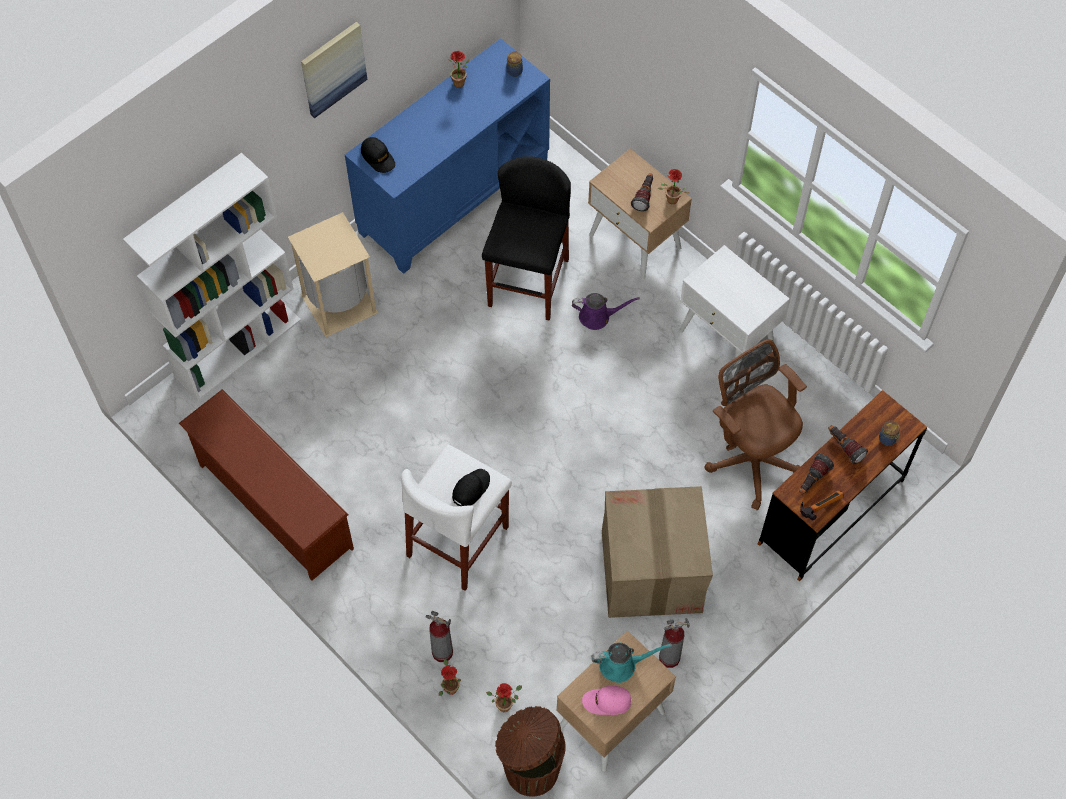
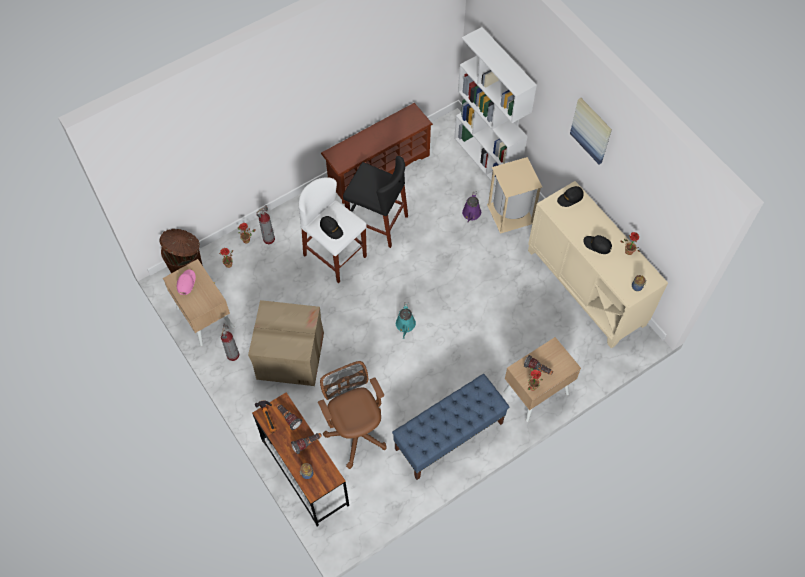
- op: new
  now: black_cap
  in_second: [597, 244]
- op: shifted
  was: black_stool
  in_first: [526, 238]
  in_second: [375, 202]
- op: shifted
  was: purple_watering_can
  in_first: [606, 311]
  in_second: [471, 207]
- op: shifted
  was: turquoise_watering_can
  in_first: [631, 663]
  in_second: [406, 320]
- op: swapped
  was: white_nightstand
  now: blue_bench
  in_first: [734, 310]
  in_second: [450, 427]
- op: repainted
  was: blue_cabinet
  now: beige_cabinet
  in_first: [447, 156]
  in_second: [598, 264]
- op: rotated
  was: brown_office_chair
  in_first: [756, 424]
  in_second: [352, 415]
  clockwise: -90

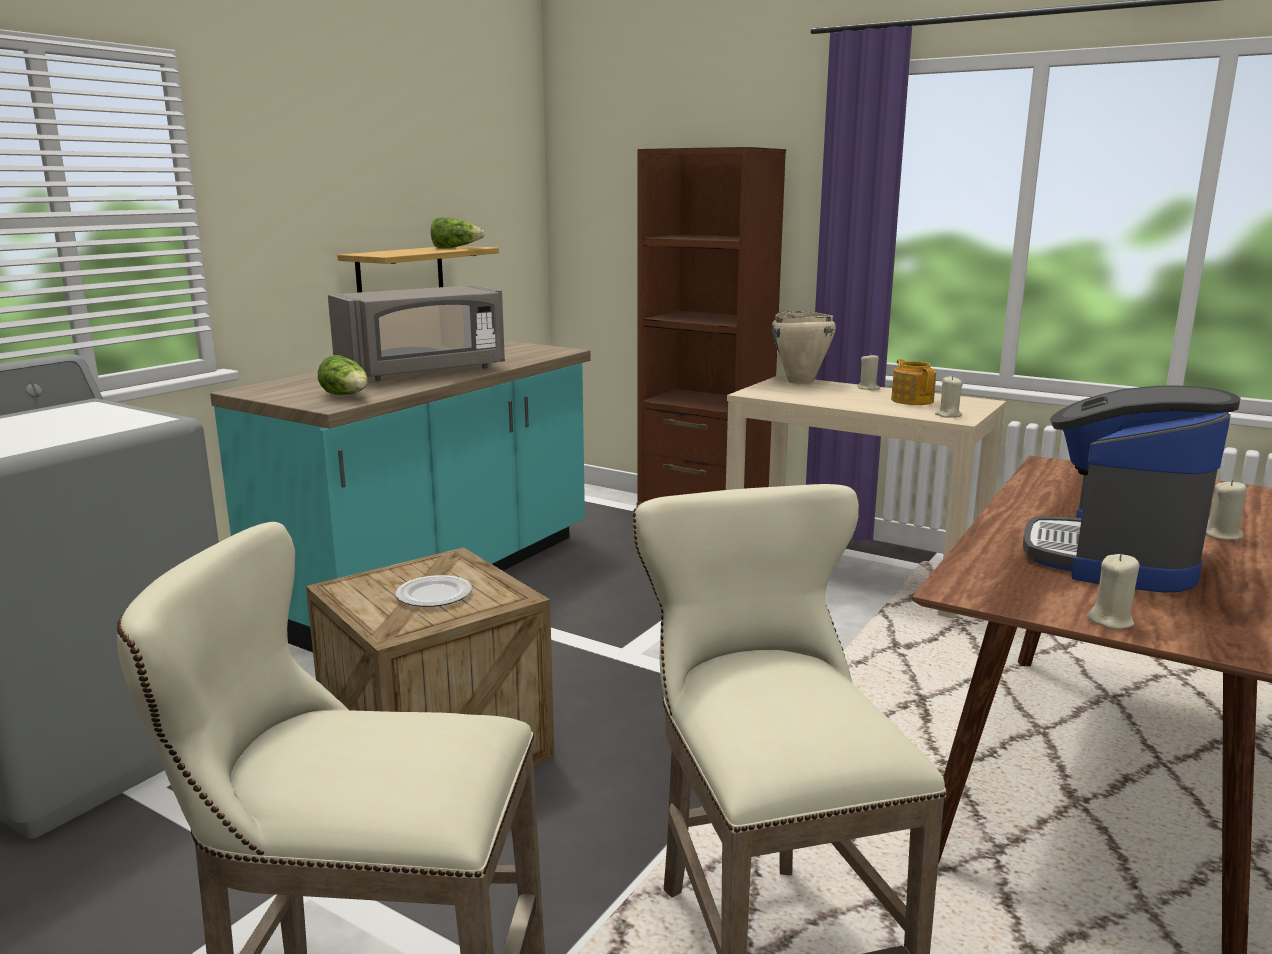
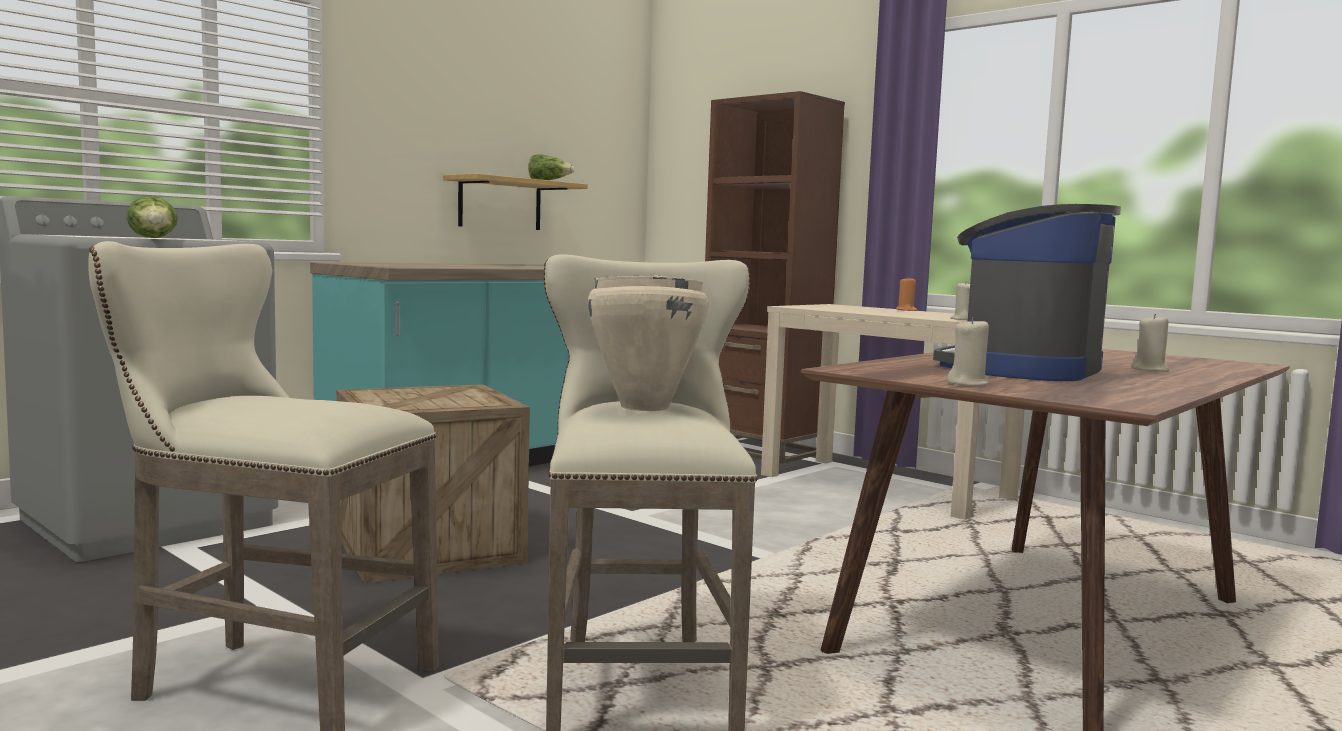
- op: gone
  was: grey_microwave
  in_first: [416, 333]
- op: gone
  was: plate
  in_first: [434, 591]
- op: gone
  was: teapot
  in_first: [913, 382]
- op: shifted
  was: lettuce
  in_first: [343, 375]
  in_second: [152, 217]
- op: shifted
  was: beige_cooking_pot
  in_first: [804, 347]
  in_second: [648, 343]
- op: repainted
  was: beige_candle
  now: orange_candle
  in_first: [868, 371]
  in_second: [906, 293]

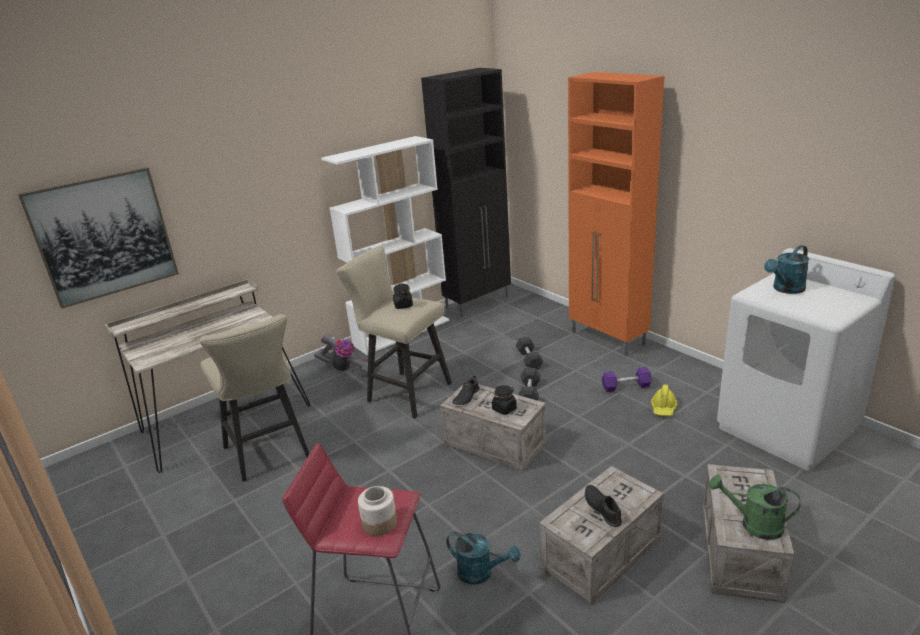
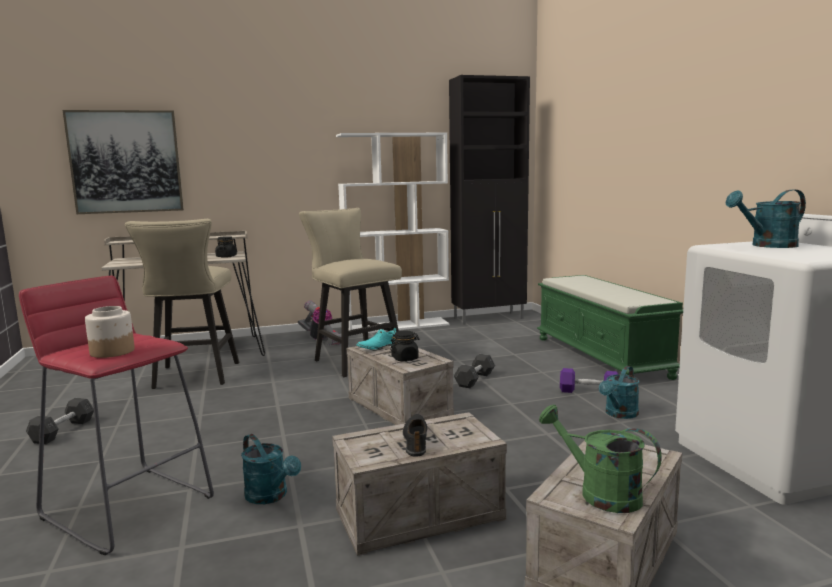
- op: shifted
  was: black_jar
  in_first: [403, 296]
  in_second: [226, 247]
- op: shifted
  was: grey_dumbbell
  in_first: [529, 353]
  in_second: [60, 421]
- op: swapped
  was: orange_cabinet
  now: green_bench
  in_first: [616, 214]
  in_second: [610, 327]
- op: swapped
  was: yellow_hard_hat
  now: turquoise_watering_can
  in_first: [664, 400]
  in_second: [619, 392]
- op: repainted
  was: black_shoe
  now: turquoise_shoe
  in_first: [466, 390]
  in_second: [376, 338]

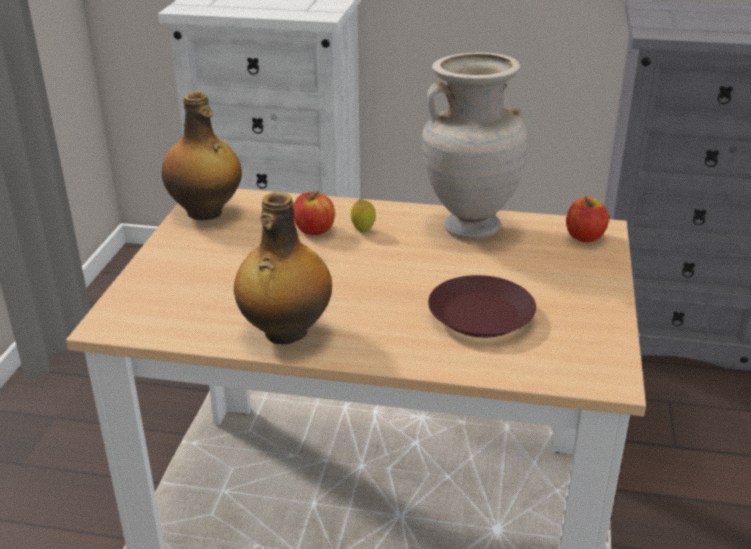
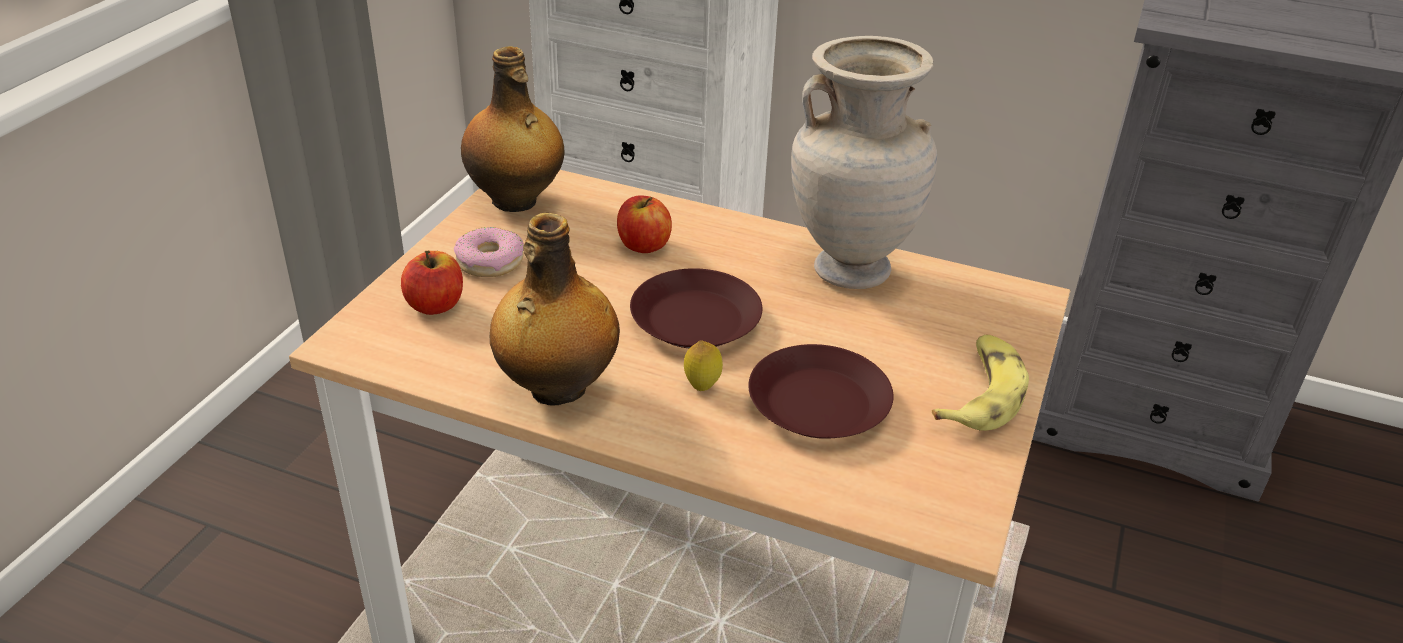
- op: new
  now: donut
  in_second: [489, 252]
- op: new
  now: brown_plate
  in_second: [696, 308]
- op: new
  now: banana
  in_second: [980, 383]
- op: shifted
  was: lemon
  in_first: [363, 216]
  in_second: [703, 365]
- op: shifted
  was: apple
  in_first: [587, 219]
  in_second: [432, 282]

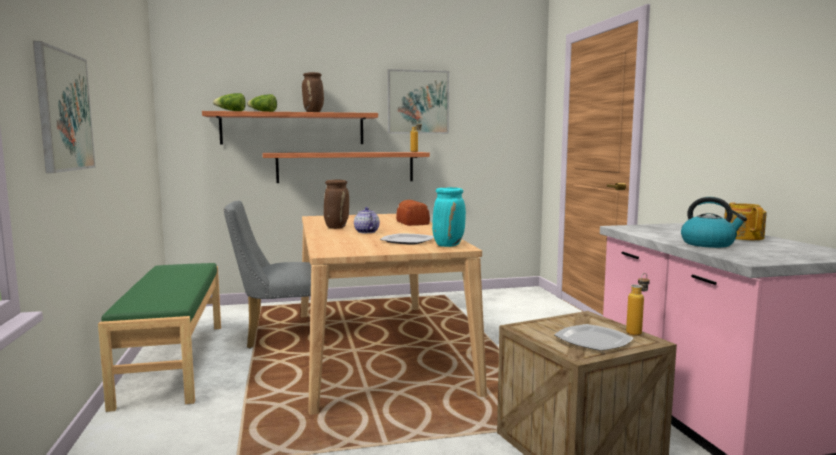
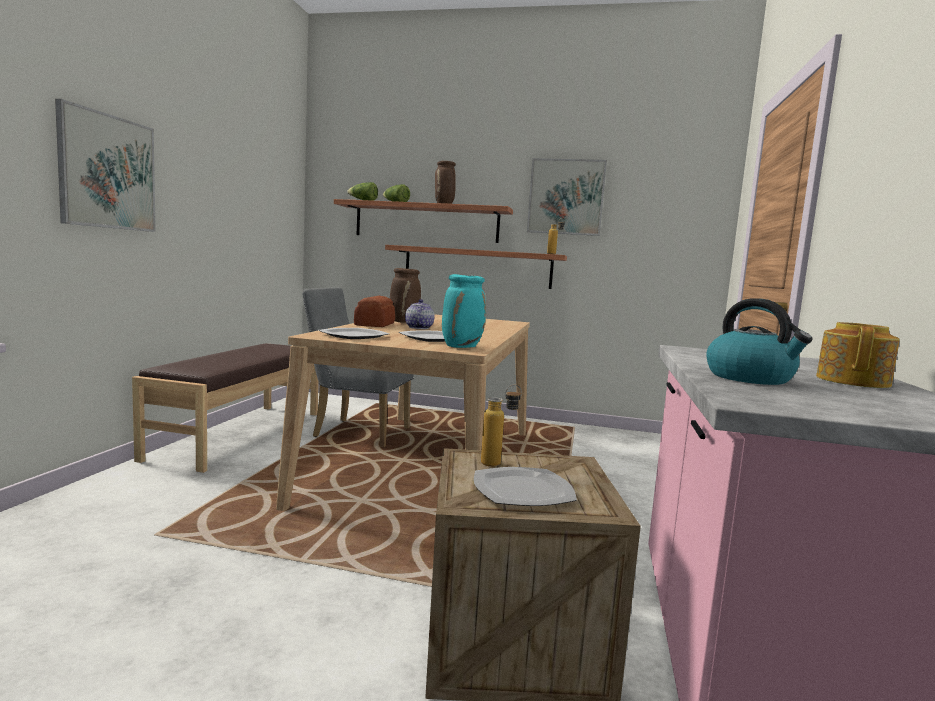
- op: new
  now: plate
  in_second: [353, 333]
- op: shifted
  was: bread
  in_first: [413, 213]
  in_second: [374, 311]
- op: shifted
  was: bottle
  in_first: [638, 304]
  in_second: [501, 426]
- op: repainted
  was: green_bench
  now: brown_bench
  in_first: [159, 337]
  in_second: [225, 408]

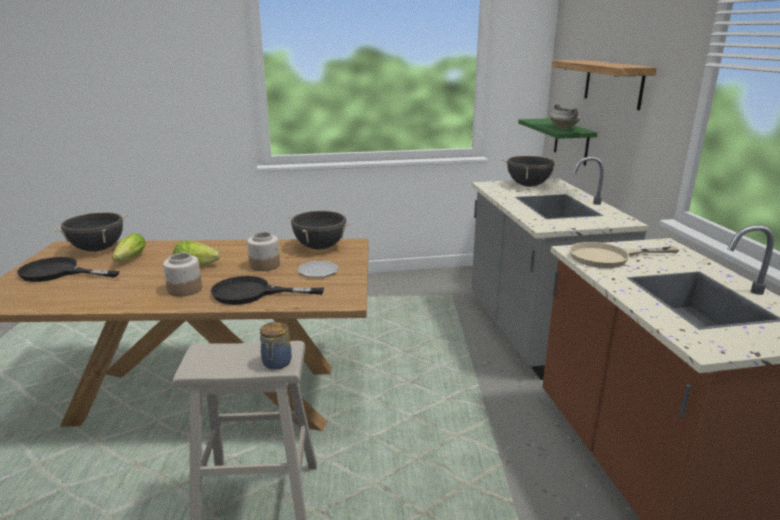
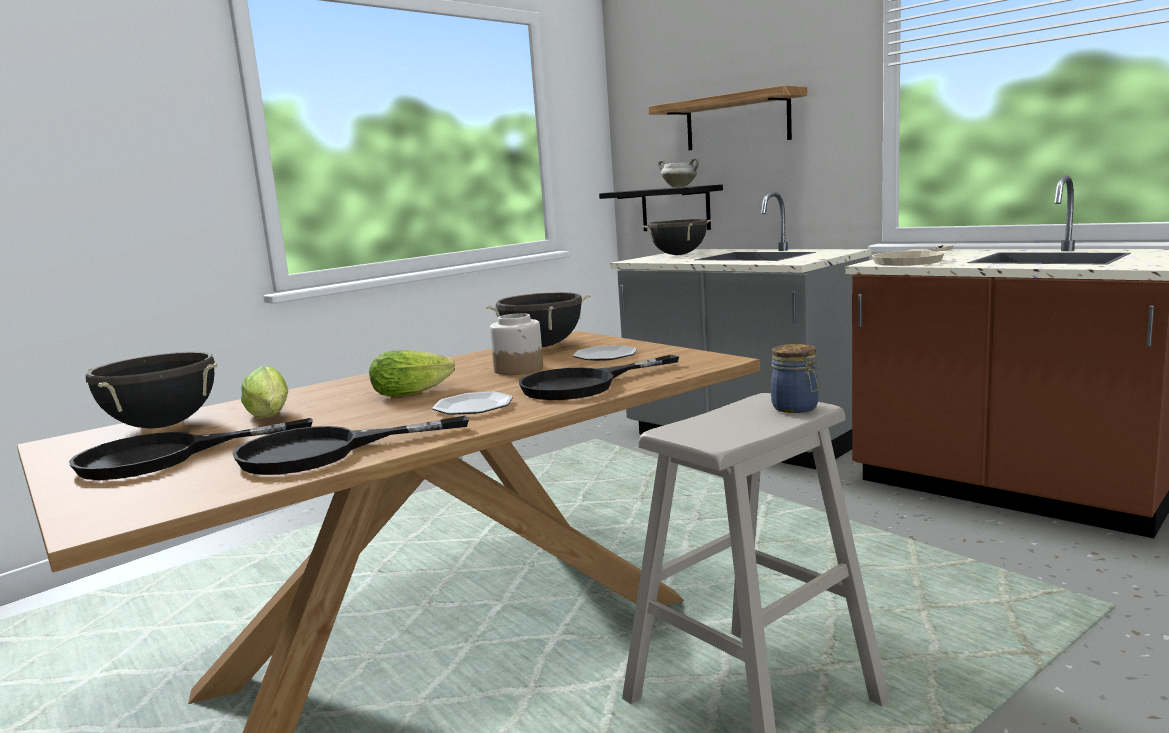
- op: new
  now: black_frying_pan
  in_second: [350, 445]
- op: swapped
  was: jar
  now: plate
  in_first: [182, 275]
  in_second: [472, 403]
- op: repainted
  was: green_shelf
  now: black_shelf
  in_first: [557, 142]
  in_second: [661, 208]

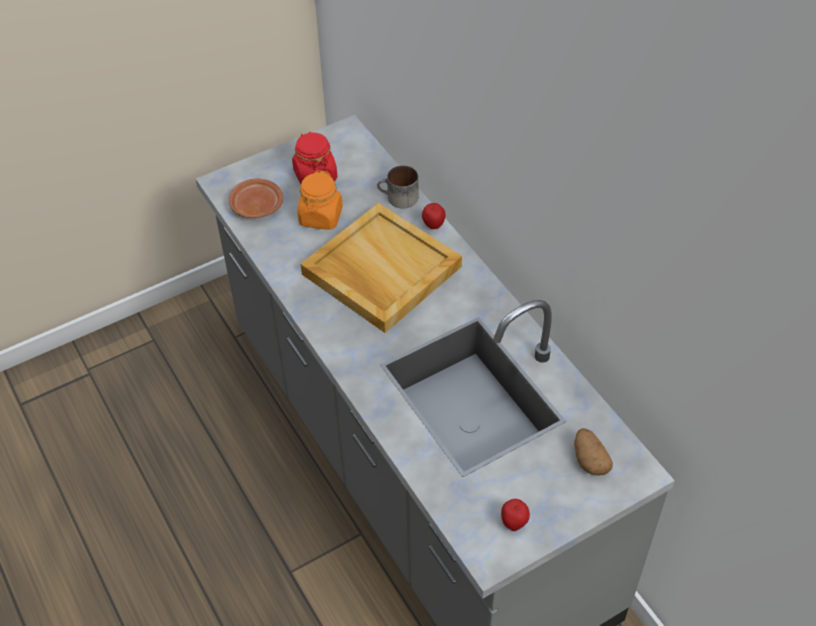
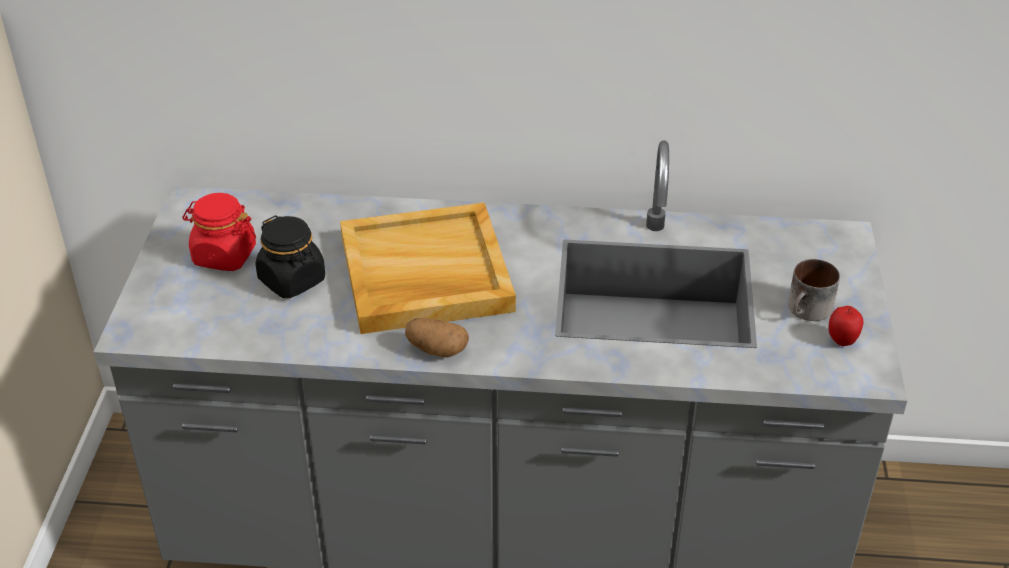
- op: gone
  was: brown_plate
  in_first: [256, 198]
- op: gone
  was: apple
  in_first: [434, 216]
- op: shifted
  was: mug
  in_first: [397, 187]
  in_second: [814, 290]
- op: shifted
  was: potato
  in_first: [593, 452]
  in_second: [437, 337]
- op: repainted
  was: orange_jar
  now: black_jar
  in_first: [320, 200]
  in_second: [290, 256]

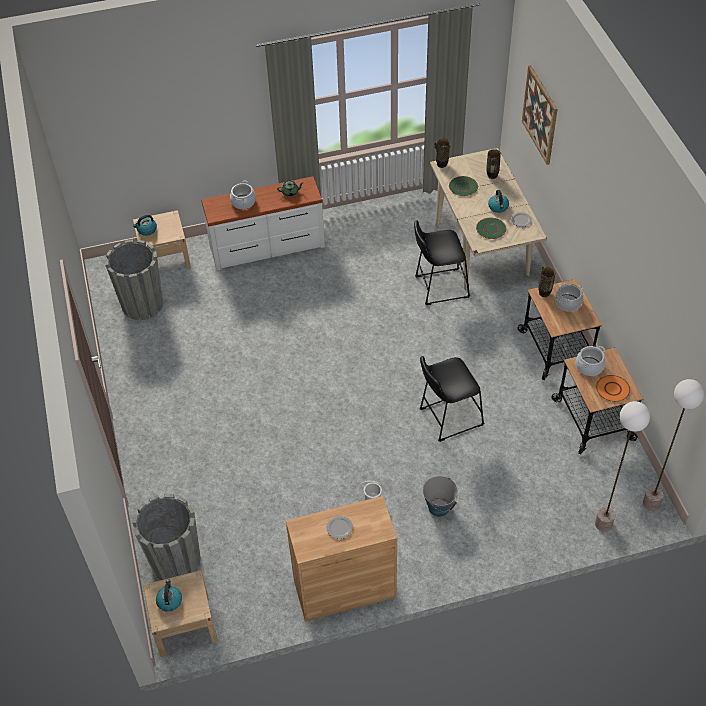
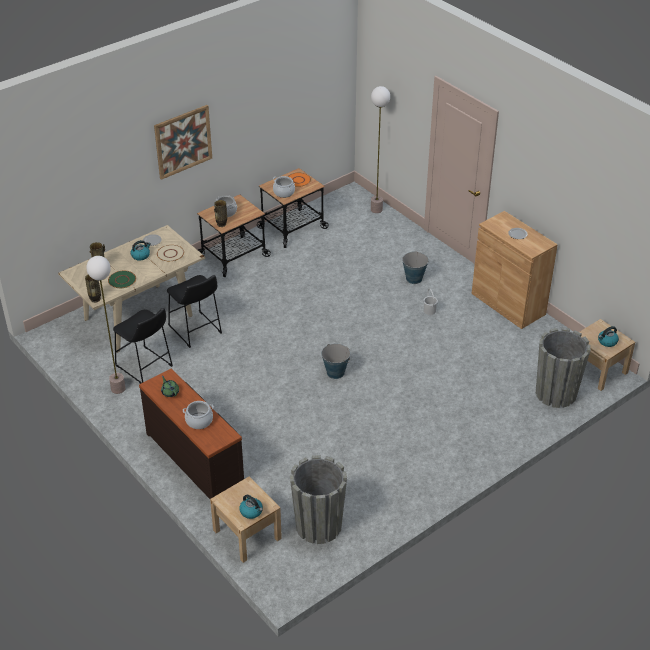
- op: new
  now: bucket
  in_second: [335, 361]
- op: shifted
  was: black_stool
  in_first: [452, 399]
  in_second: [143, 346]
- op: shifted
  was: picture
  in_first: [539, 115]
  in_second: [183, 142]
- op: shifted
  was: floor_lamp
  in_first: [673, 445]
  in_second: [106, 325]
- op: repainted
  was: white_dresser
  now: brown_dresser
  in_first: [263, 223]
  in_second: [191, 434]
- op: repainted
  was: green_plate
  now: beige_plate
  in_first: [491, 228]
  in_second: [170, 253]

